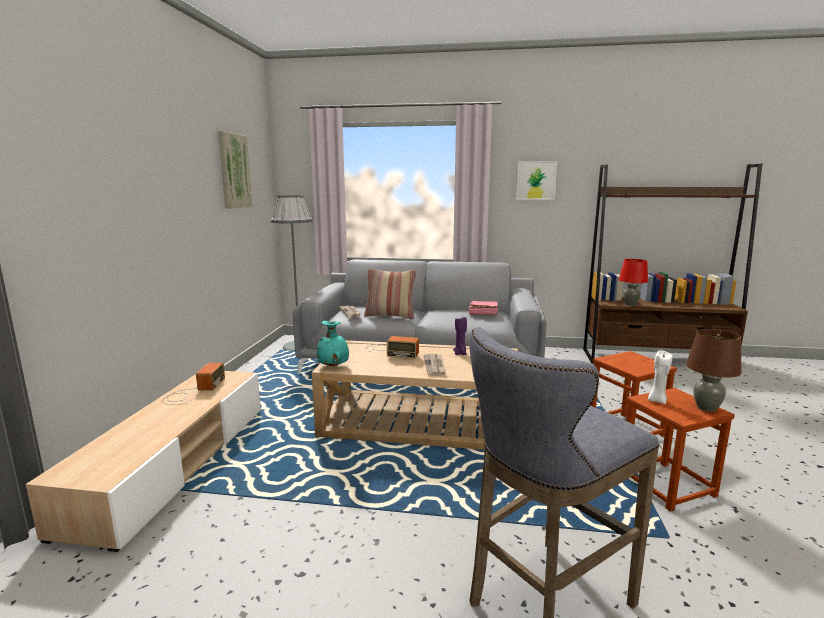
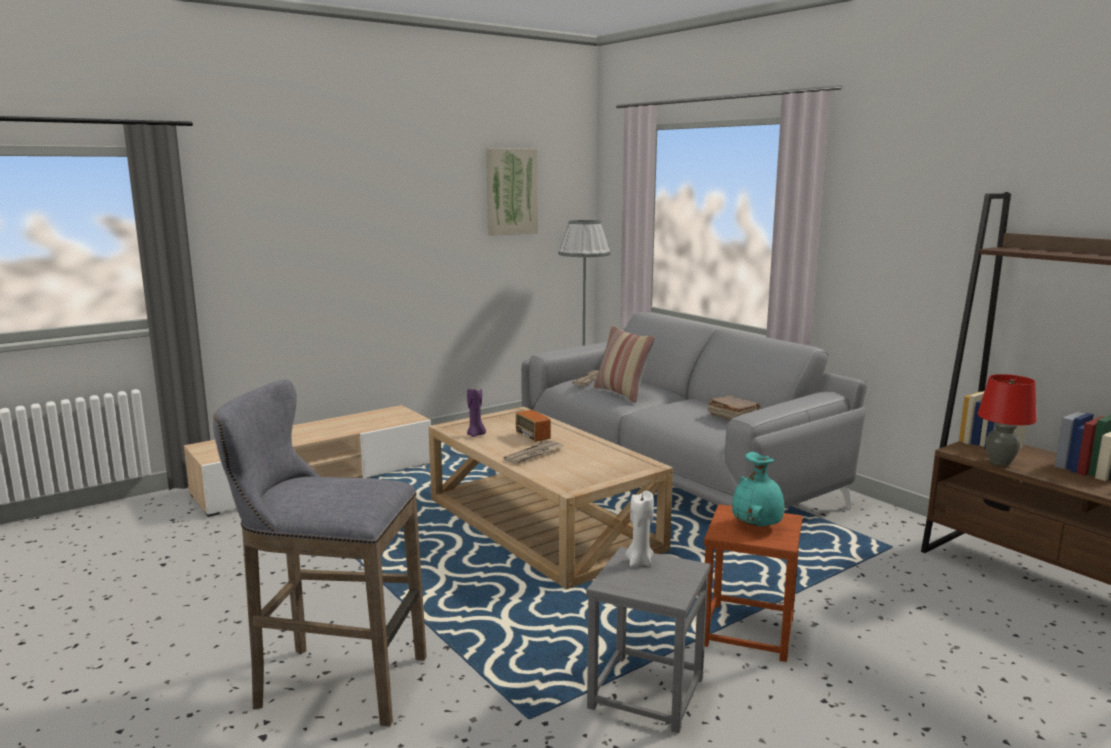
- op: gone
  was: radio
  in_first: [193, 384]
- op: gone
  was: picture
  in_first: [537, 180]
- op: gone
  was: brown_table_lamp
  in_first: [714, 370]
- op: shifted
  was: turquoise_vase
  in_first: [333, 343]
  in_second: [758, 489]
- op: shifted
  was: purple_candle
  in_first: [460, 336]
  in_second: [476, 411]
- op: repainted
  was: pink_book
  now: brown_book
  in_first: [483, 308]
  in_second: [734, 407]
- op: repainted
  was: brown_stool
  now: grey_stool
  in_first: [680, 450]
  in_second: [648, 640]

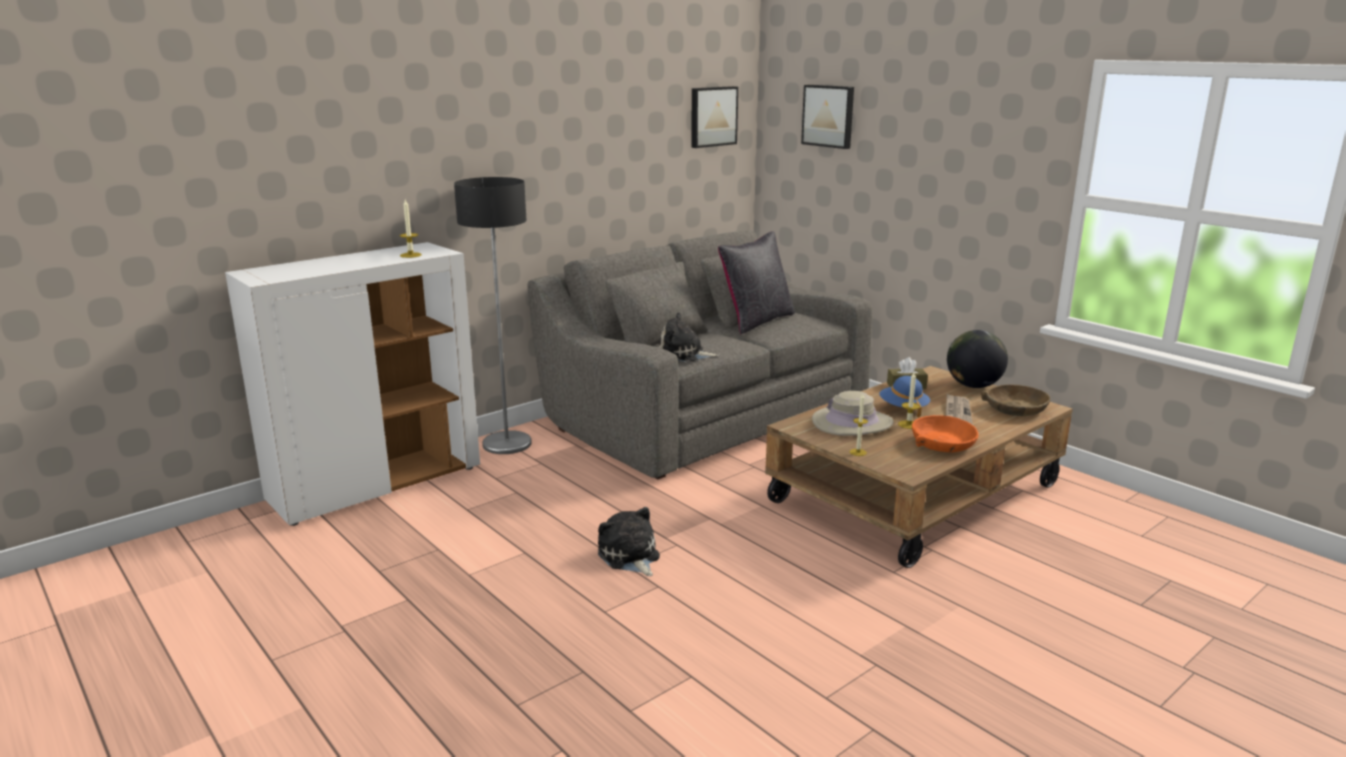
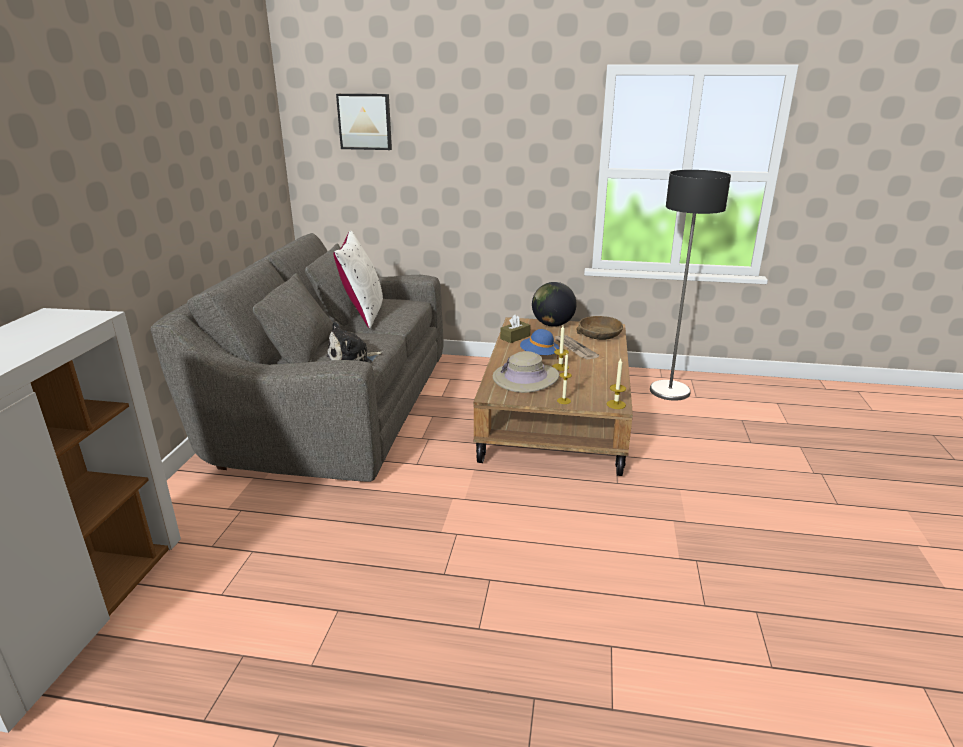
- op: gone
  was: plush_toy
  in_first: [629, 541]
- op: gone
  was: picture
  in_first: [714, 117]
- op: gone
  was: orange_bowl
  in_first: [945, 433]
- op: shifted
  was: candle
  in_first: [411, 229]
  in_second: [616, 384]
- op: shifted
  was: floor_lamp
  in_first: [493, 315]
  in_second: [690, 285]
- op: repainted
  was: black_pillow
  now: white_pillow
  in_first: [756, 282]
  in_second: [358, 279]

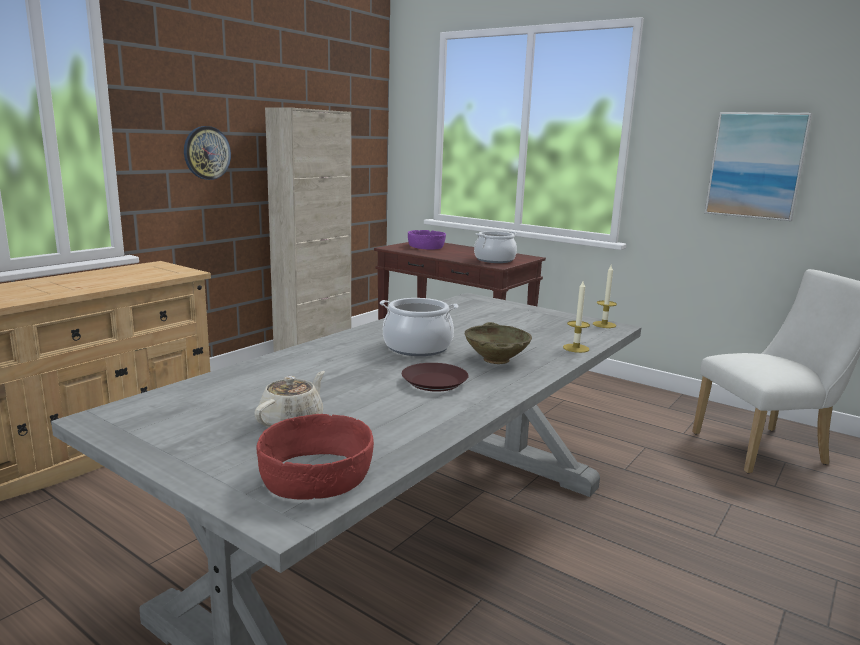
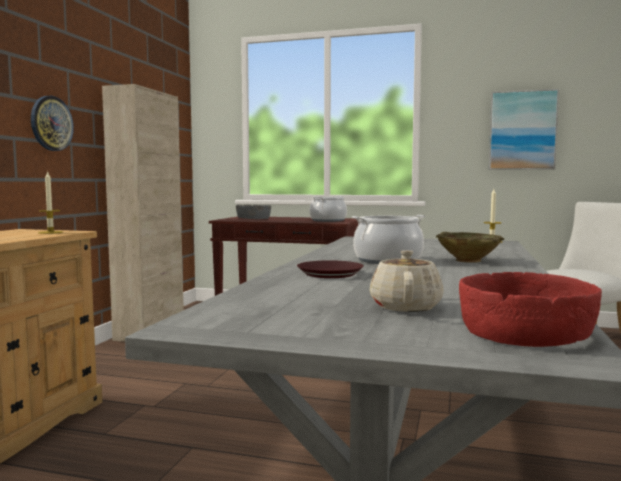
- op: shifted
  was: brown_plate
  in_first: [435, 377]
  in_second: [330, 269]
- op: shifted
  was: candle
  in_first: [576, 317]
  in_second: [50, 202]
- op: repainted
  was: purple_bowl
  now: grey_bowl
  in_first: [427, 240]
  in_second: [253, 212]

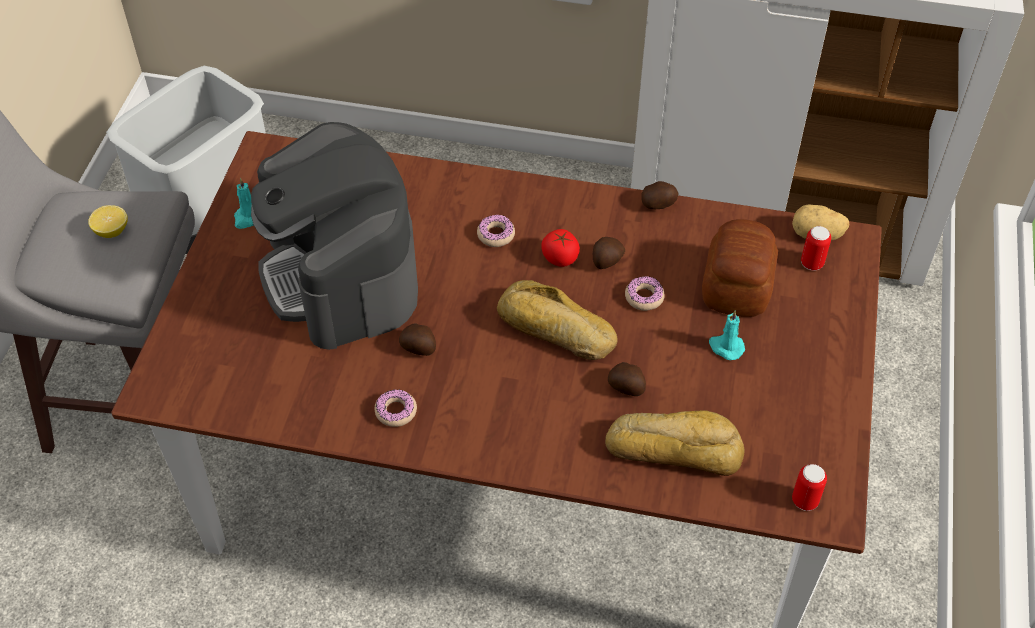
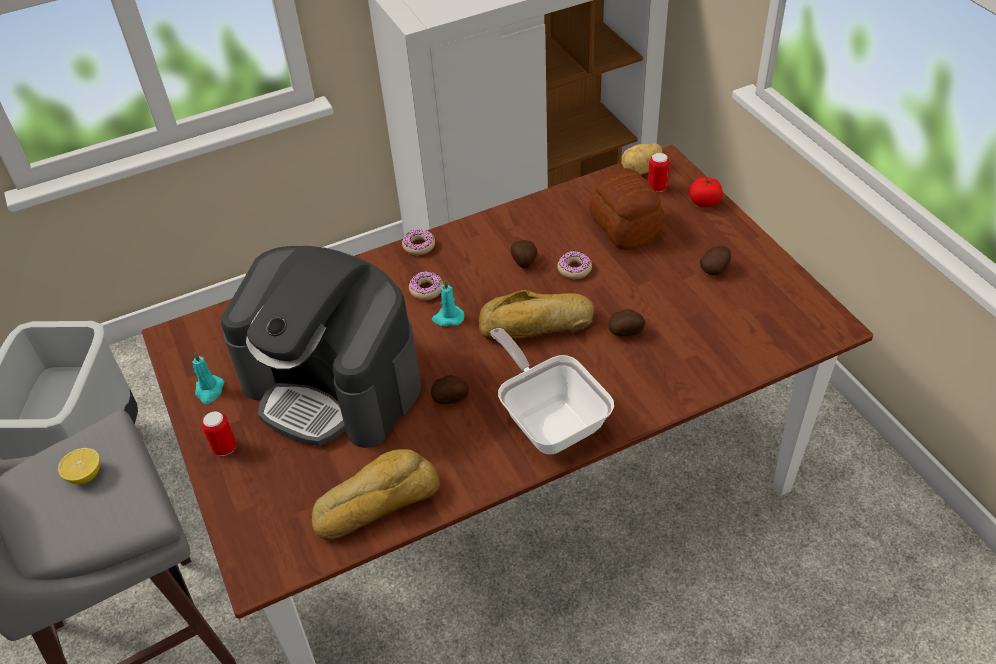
- op: new
  now: frying_pan
  in_second: [552, 391]
- op: shifted
  was: donut
  in_first: [396, 408]
  in_second: [418, 242]
- op: shifted
  was: tomato
  in_first: [560, 248]
  in_second: [706, 192]
- op: shifted
  was: bread
  in_first: [675, 443]
  in_second: [376, 494]
- op: shifted
  was: potato
  in_first: [660, 195]
  in_second: [715, 260]
- op: shifted
  was: turquoise_candle
  in_first: [727, 335]
  in_second: [448, 303]
- op: shifted
  was: can
  in_first: [809, 487]
  in_second: [219, 433]

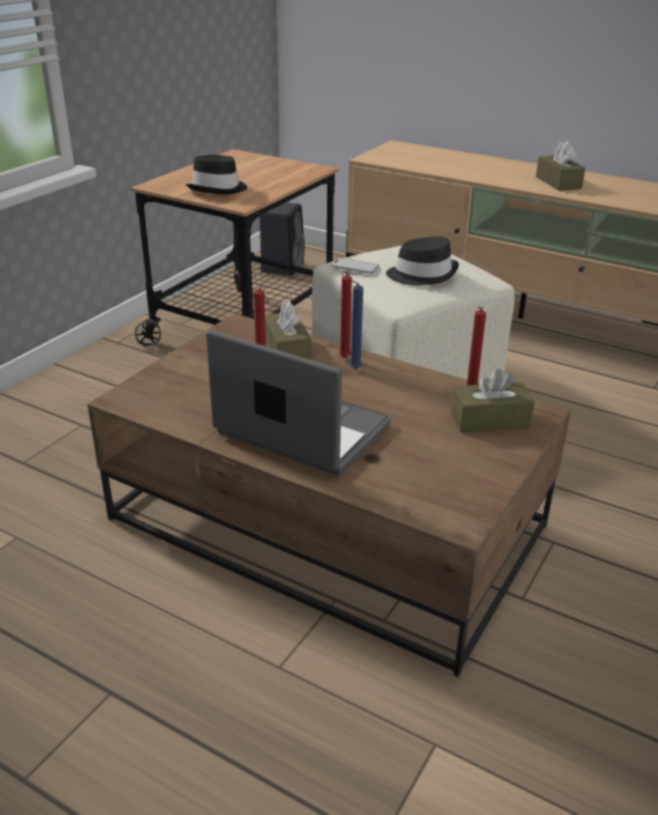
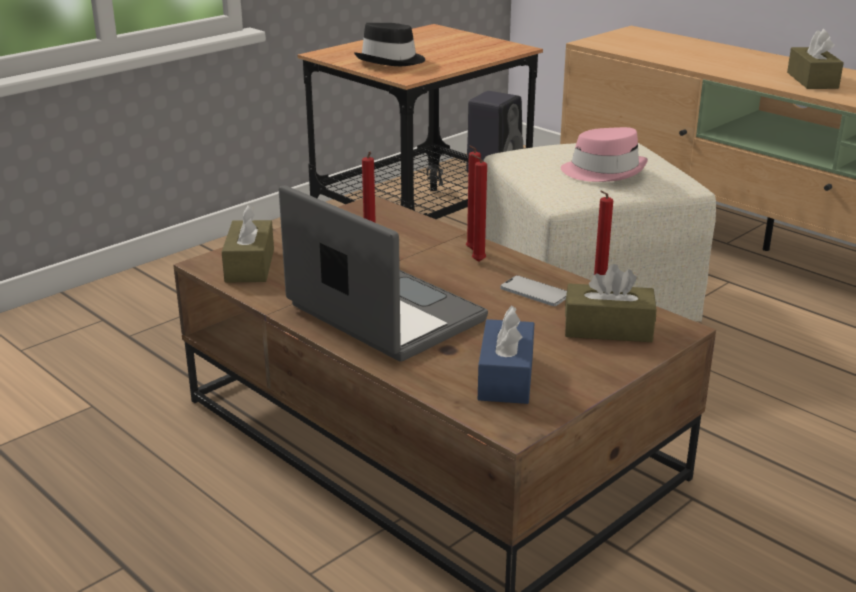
- op: new
  now: blue_tissue_box
  in_second: [506, 354]
- op: shifted
  was: brown_tissue_box
  in_first: [288, 330]
  in_second: [248, 244]
- op: shifted
  was: phone
  in_first: [355, 266]
  in_second: [533, 290]
- op: repainted
  was: blue_candle
  now: red_candle
  in_first: [356, 325]
  in_second: [479, 208]
- op: repainted
  was: black_hat
  now: pink_hat
  in_first: [422, 261]
  in_second: [604, 154]

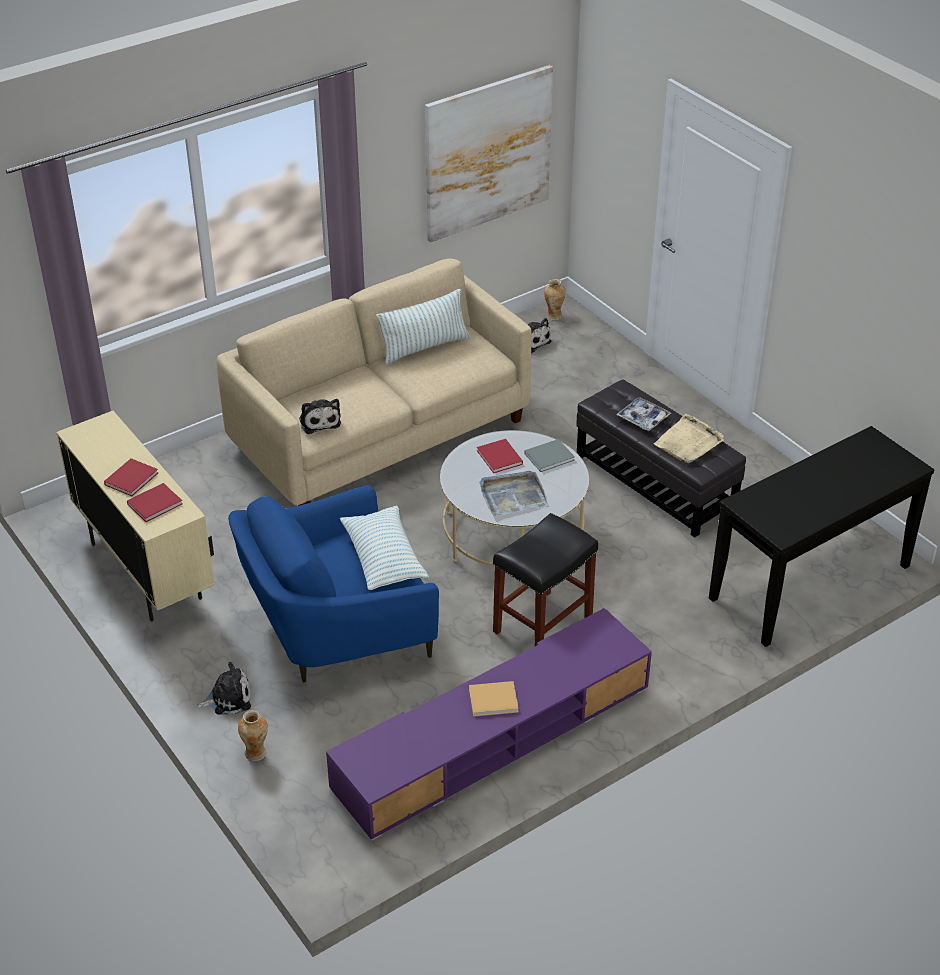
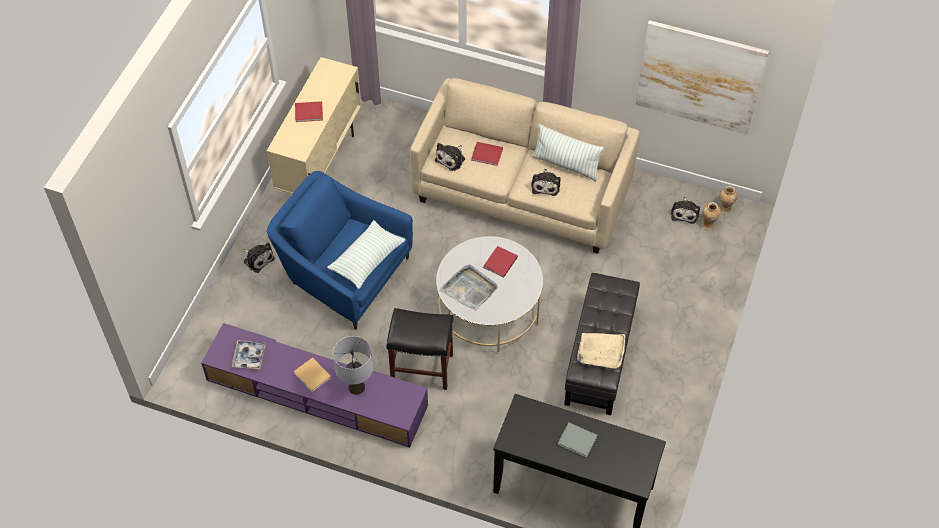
- op: new
  now: grey_table_lamp
  in_second: [353, 365]
- op: new
  now: plush_toy
  in_second: [546, 182]
- op: shifted
  was: red_book
  in_first: [154, 502]
  in_second: [487, 154]
- op: shifted
  was: vase
  in_first: [253, 735]
  in_second: [711, 216]
- op: shifted
  was: grey_book
  in_first: [550, 455]
  in_second: [577, 440]
- op: shifted
  was: tray
  in_first: [643, 414]
  in_second: [249, 354]

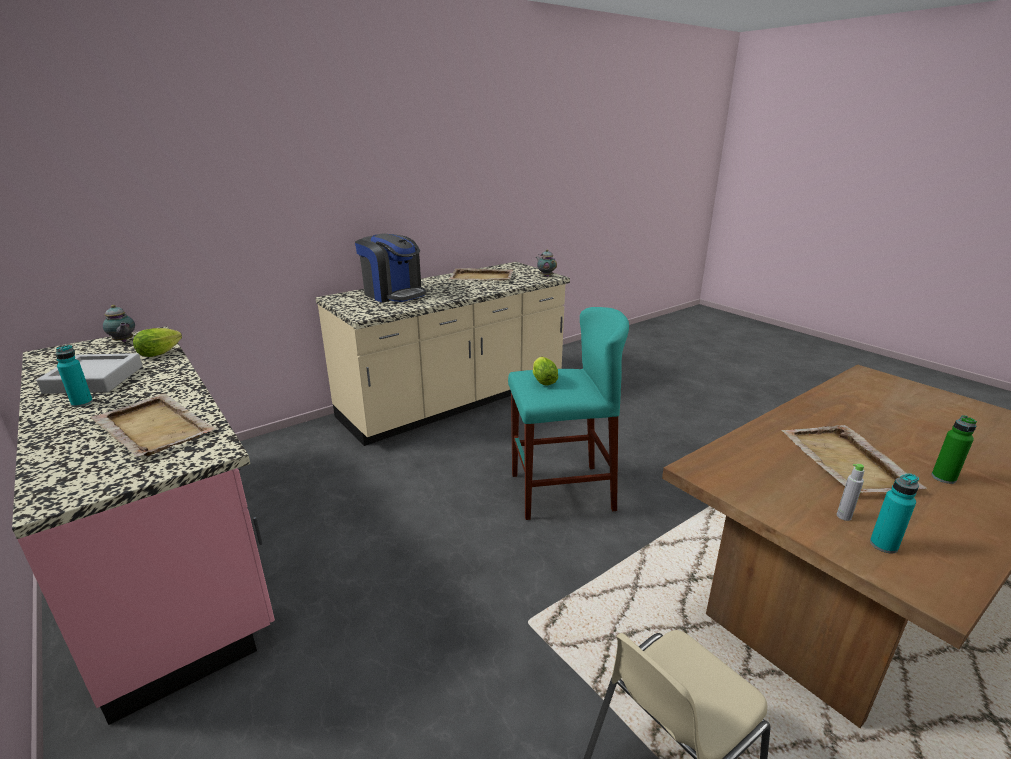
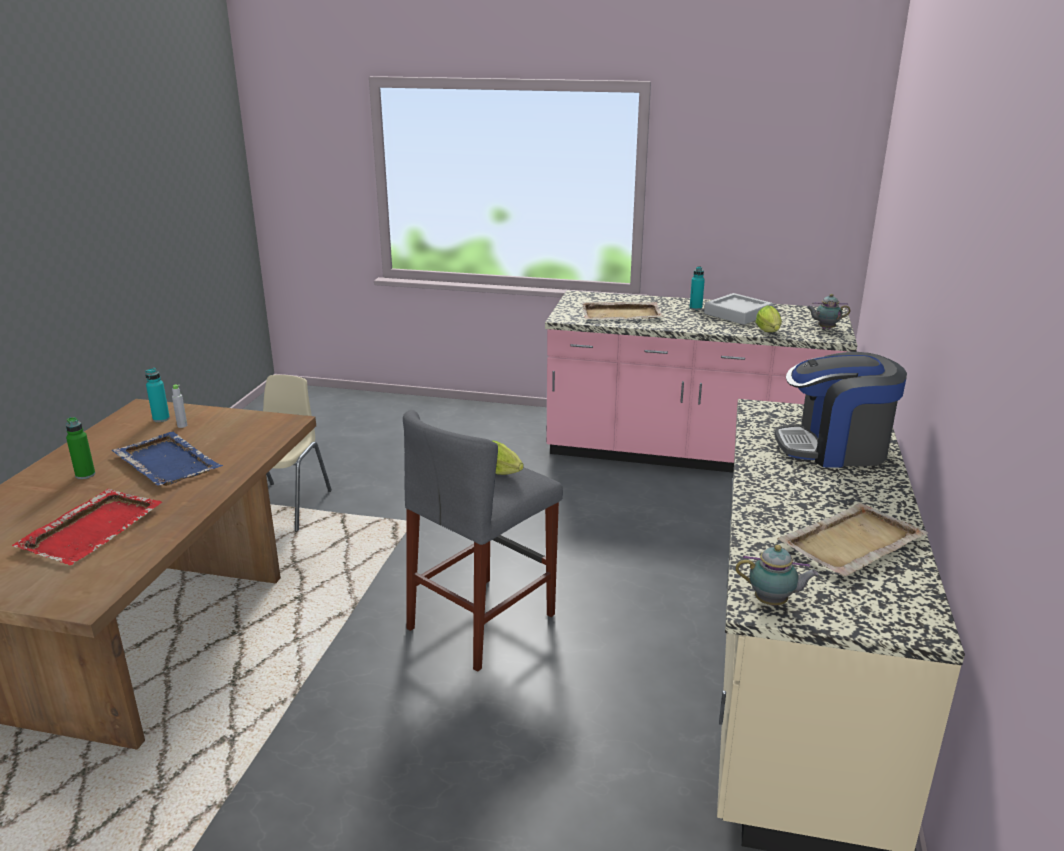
- op: new
  now: red_tray
  in_second: [87, 527]
- op: repainted
  was: turquoise_stool
  now: grey_stool
  in_first: [568, 413]
  in_second: [483, 541]
- op: repainted
  was: beige_tray
  now: blue_tray
  in_first: [854, 459]
  in_second: [167, 459]

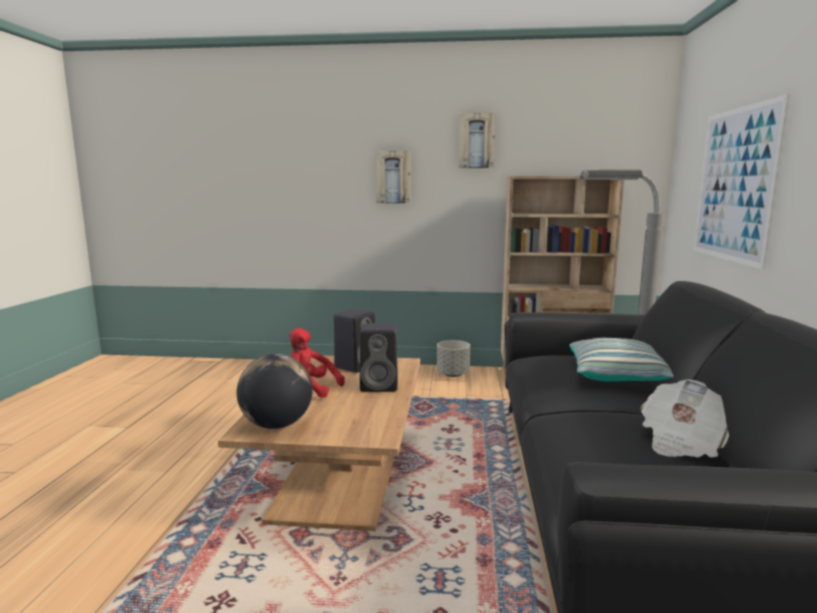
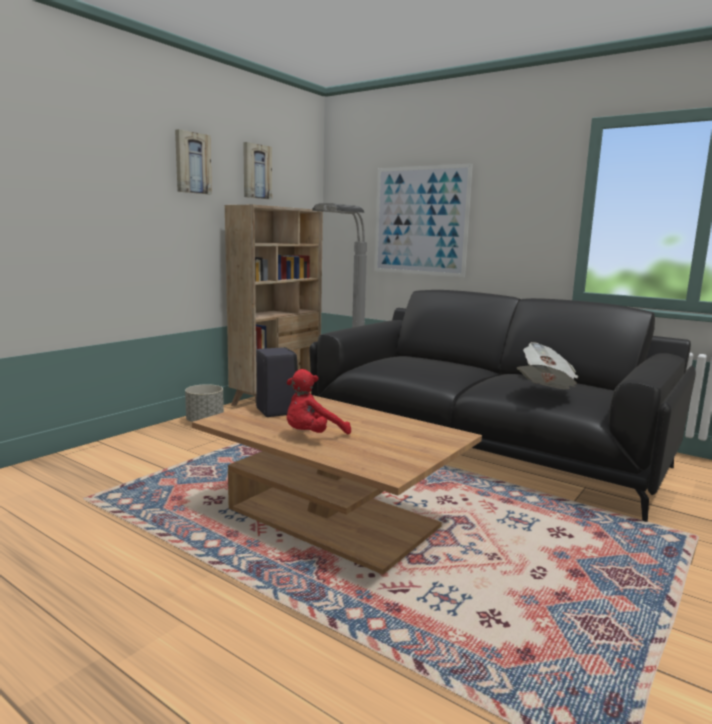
- op: gone
  was: globe
  in_first: [275, 391]
- op: gone
  was: black_speaker
  in_first: [379, 357]
- op: gone
  was: pillow
  in_first: [621, 359]
- op: new
  now: newspaper
  in_second: [547, 377]
- op: shifted
  was: picture
  in_first: [393, 177]
  in_second: [257, 170]

